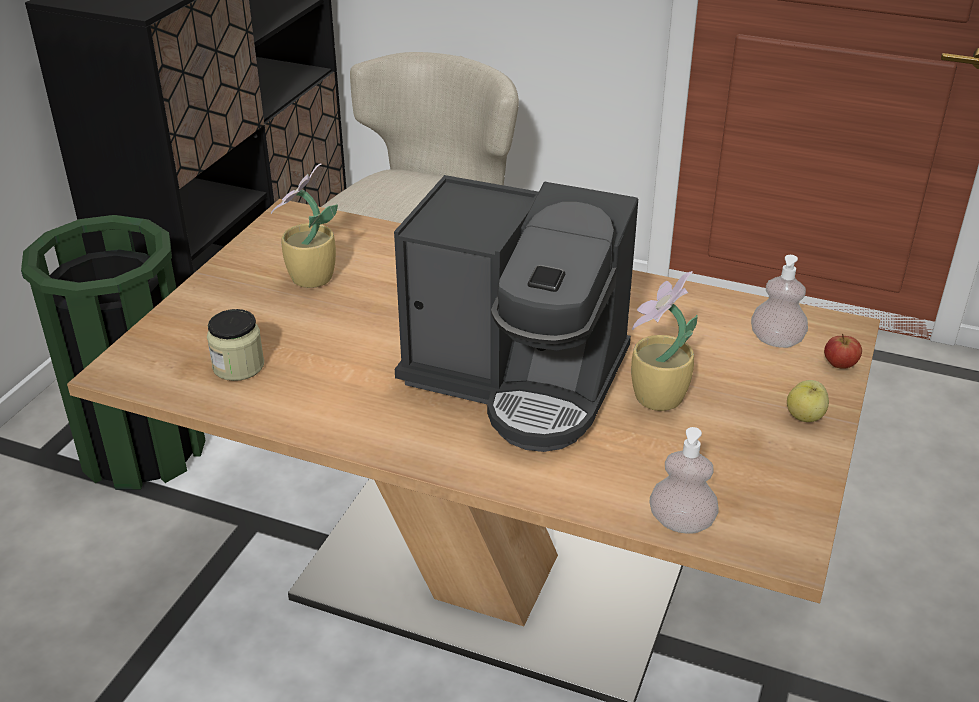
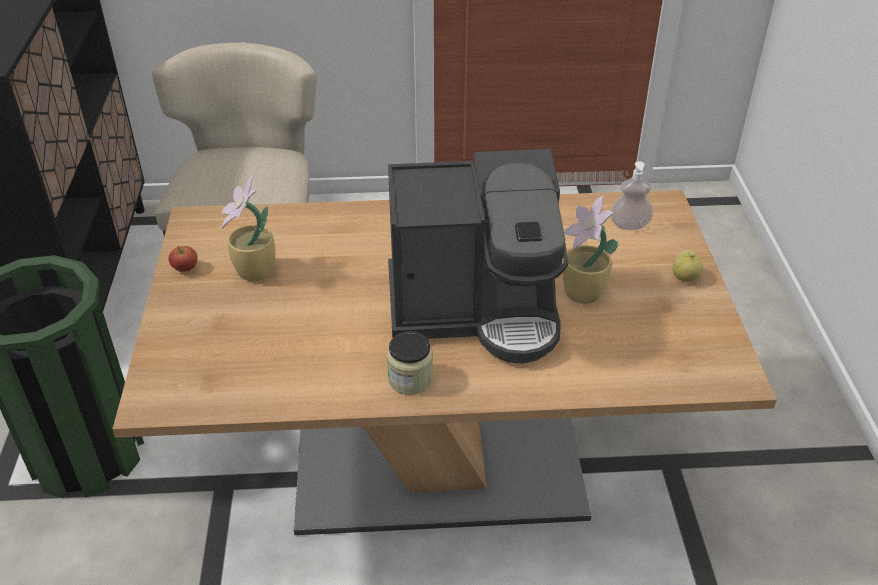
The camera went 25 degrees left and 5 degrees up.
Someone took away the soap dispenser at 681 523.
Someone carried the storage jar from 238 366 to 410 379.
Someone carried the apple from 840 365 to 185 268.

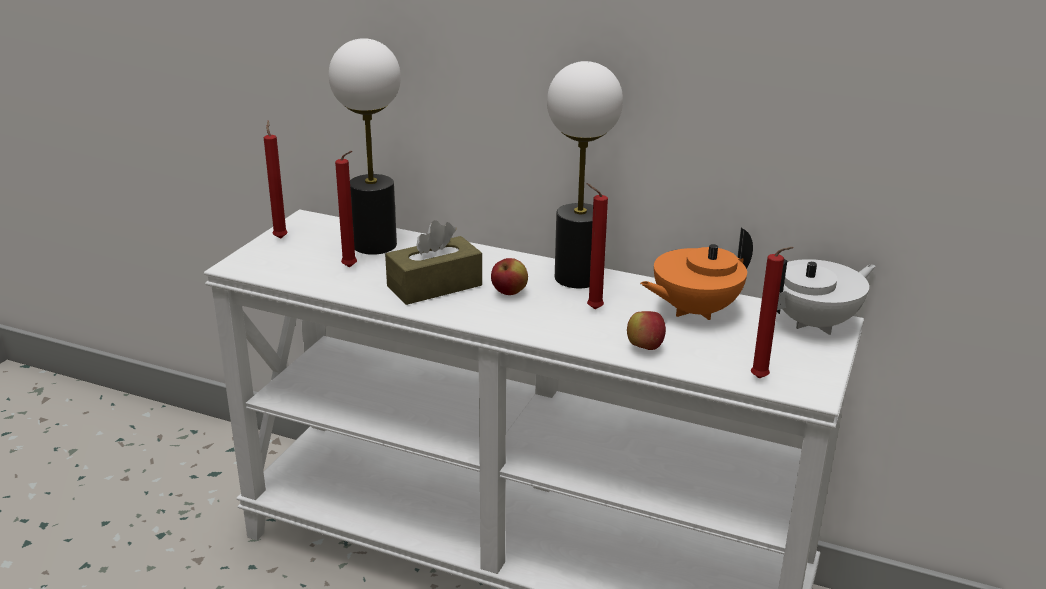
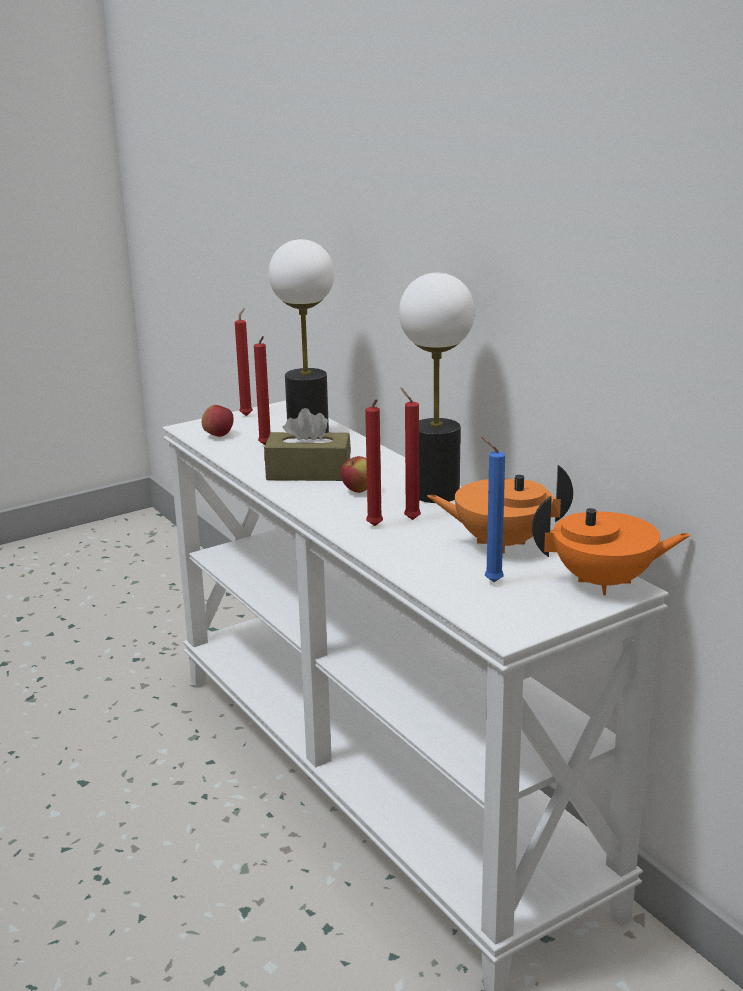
The camera went 35 degrees right and 5 degrees down.
Someone put down the blue wax light at 490 581.
Someone carried the apple from 644 347 to 218 435.
Someone carried the red wax light from 762 379 to 375 527.
Someone repainted the white-coloured teapot at 815 323, which became the orangey teapot at 605 582.

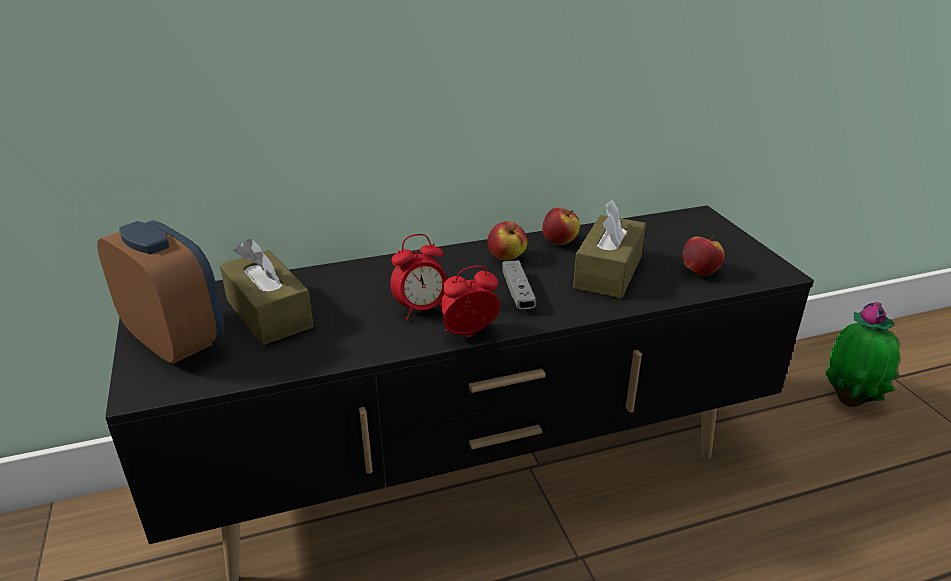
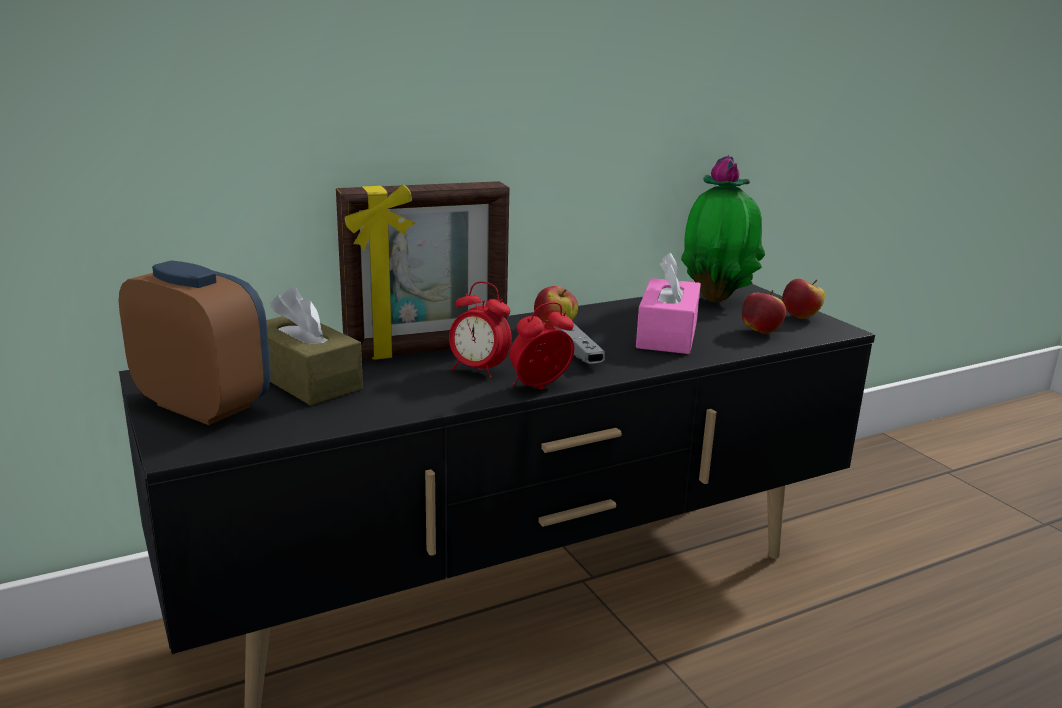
The camera went 10 degrees left and 10 degrees down.
Someone put down the standing frame at 427 350.
Someone carried the apple from 560 242 to 800 317.
Someone carried the plant in a pot from 850 400 to 717 299.
Someone repainted the brownish tissue holder at 608 272, which became the pink tissue holder at 667 334.
Someone rotated the bedside clock at 421 310 by 60 degrees clockwise.

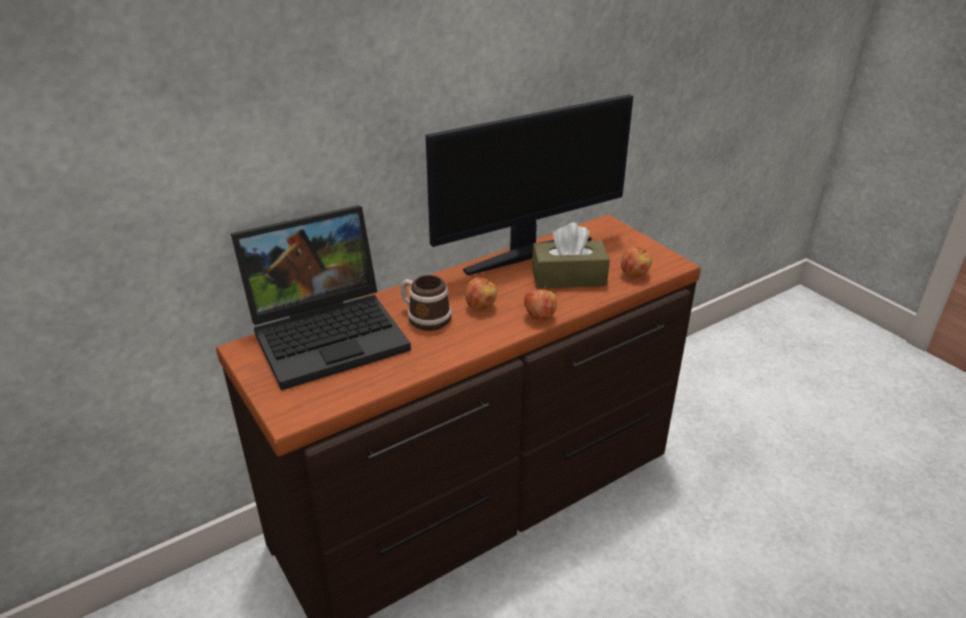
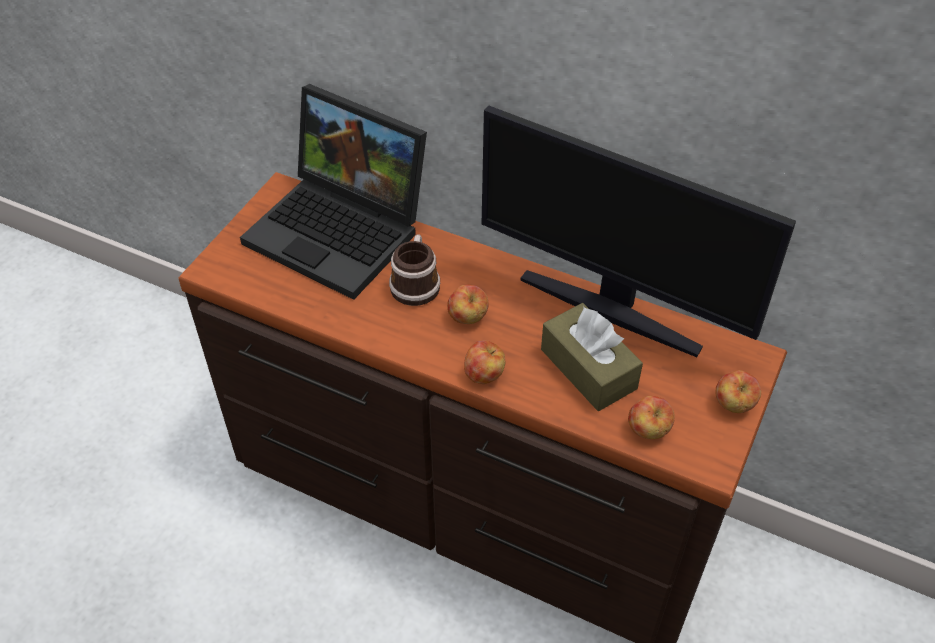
The camera went 60 degrees right and 15 degrees up.
Someone put down the apple at 733 404.

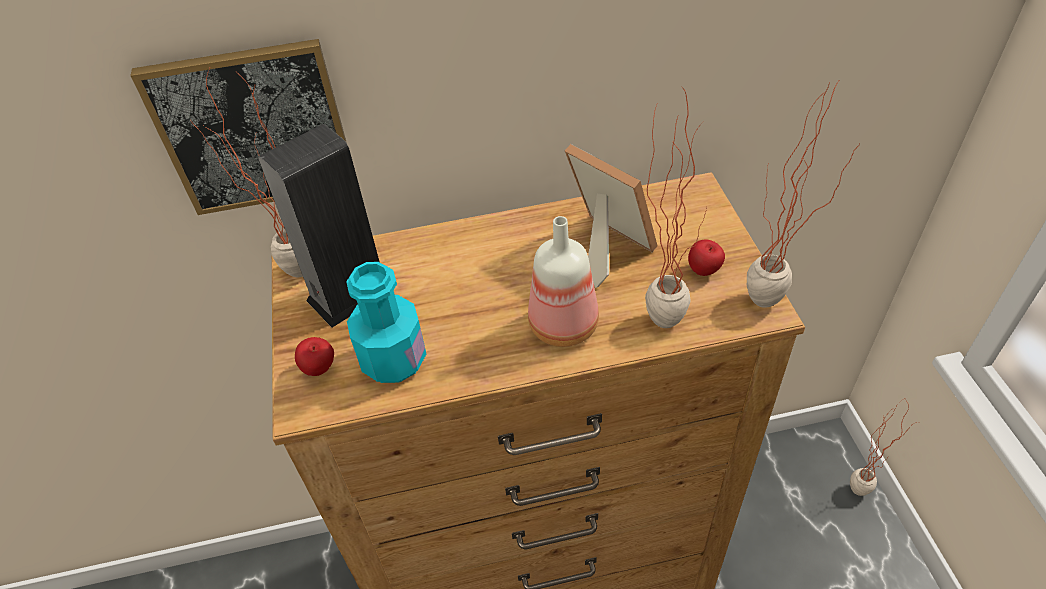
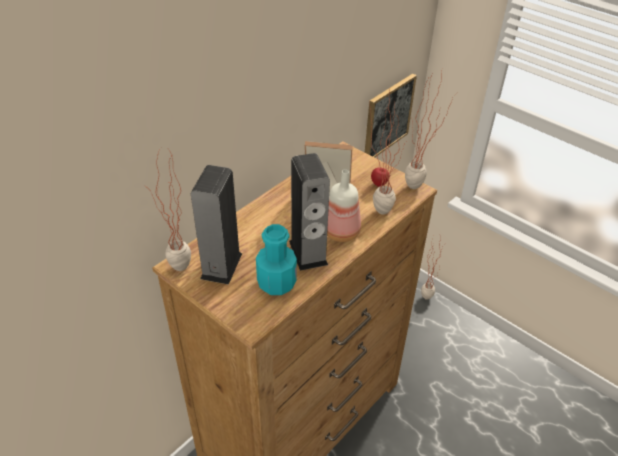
The camera went 40 degrees left and 5 degrees down.
Someone took away the apple at 320 369.
Someone put down the loudspeaker at 308 252.
Someone carried the wall picture from 254 128 to 387 117.

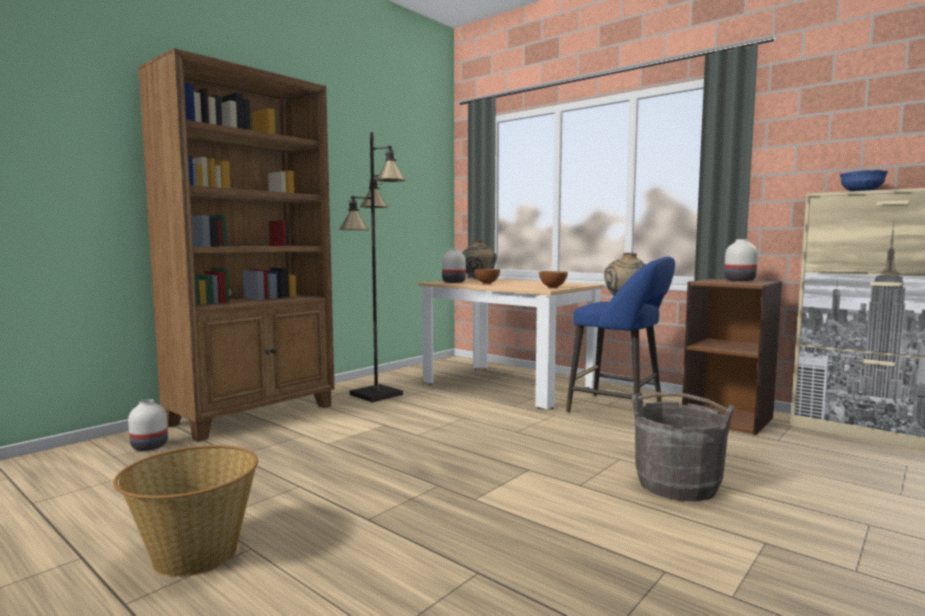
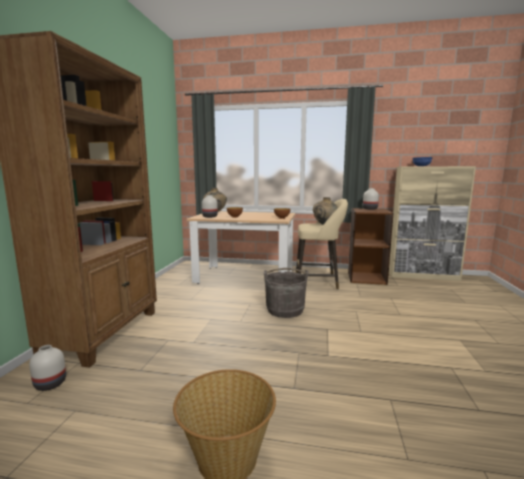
The camera went 30 degrees left and 5 degrees up.
Someone took away the blackish floor lamp at 376 395.
Someone carried the greyish pail from 677 485 to 285 310.
Someone repainted the blue sitting stool at 620 410, which became the beige sitting stool at 319 282.

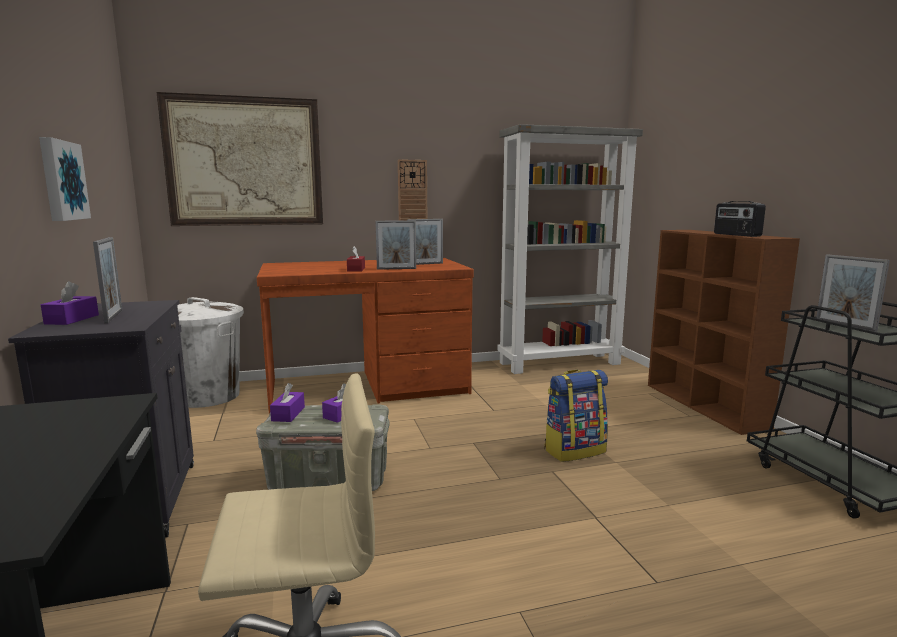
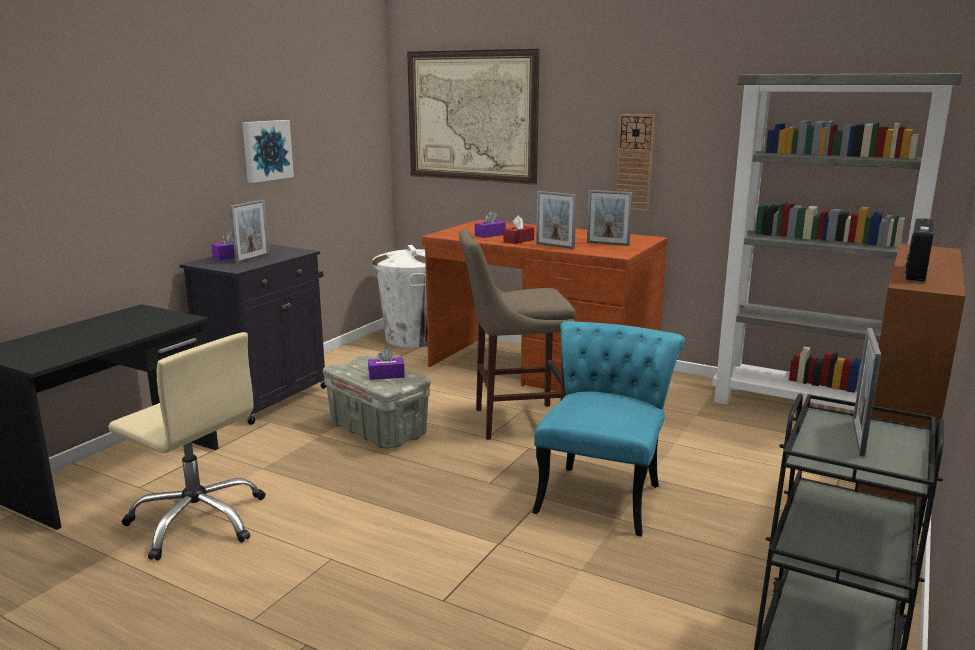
The camera went 45 degrees right and 5 degrees up.
Someone put down the beige sitting stool at 513 421.
Someone carried the purple-coloured tissue holder from 288 414 to 490 235.
Someone swapped the knapsack at 574 450 for the blue-green upright chair at 603 492.

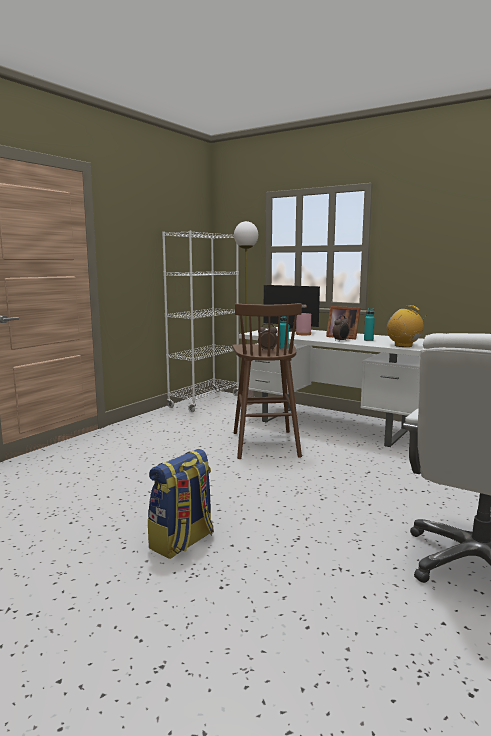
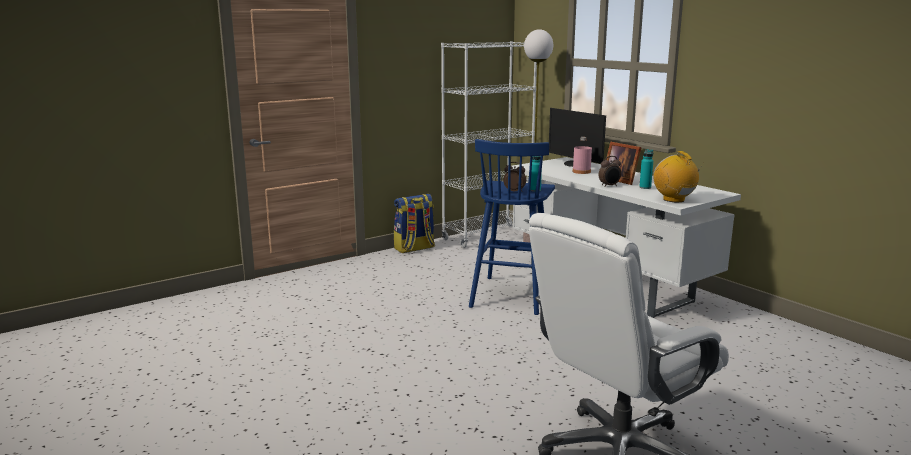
The camera went 20 degrees right and 5 degrees up.
Someone carried the knapsack from 182 542 to 414 248.
Someone repainted the brownish sitting stool at 265 444, which became the blue sitting stool at 511 294.

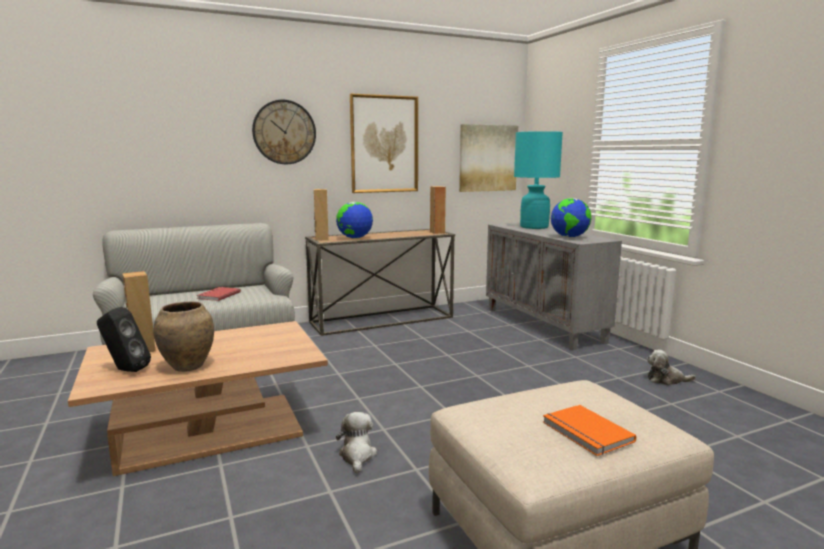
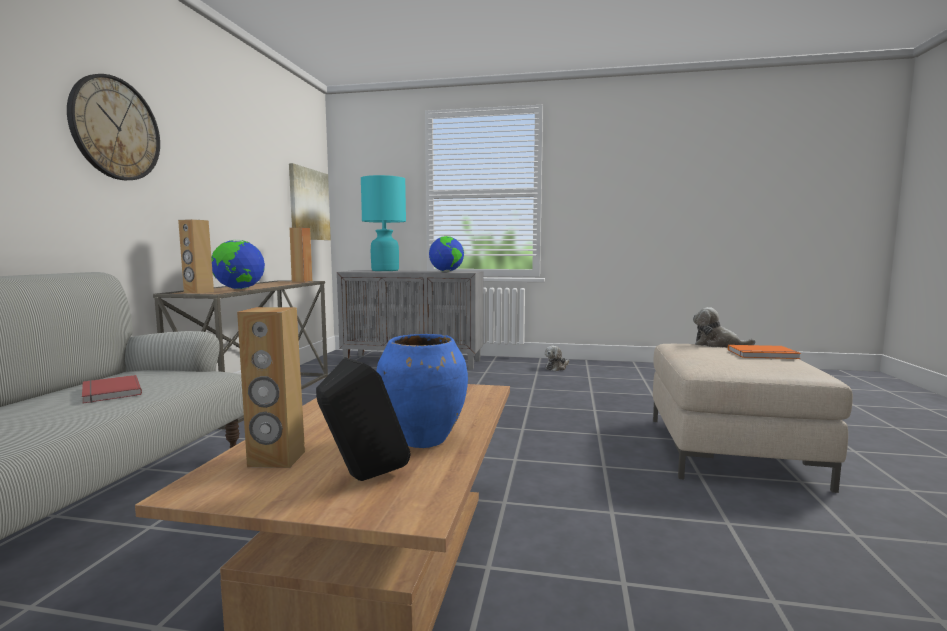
The camera went 55 degrees left and 5 degrees down.
Someone took away the wall picture at 384 144.
Someone carried the cuddly toy from 357 456 to 717 345.
Someone repainted the brownish vase at 188 367, which became the blue vase at 424 440.

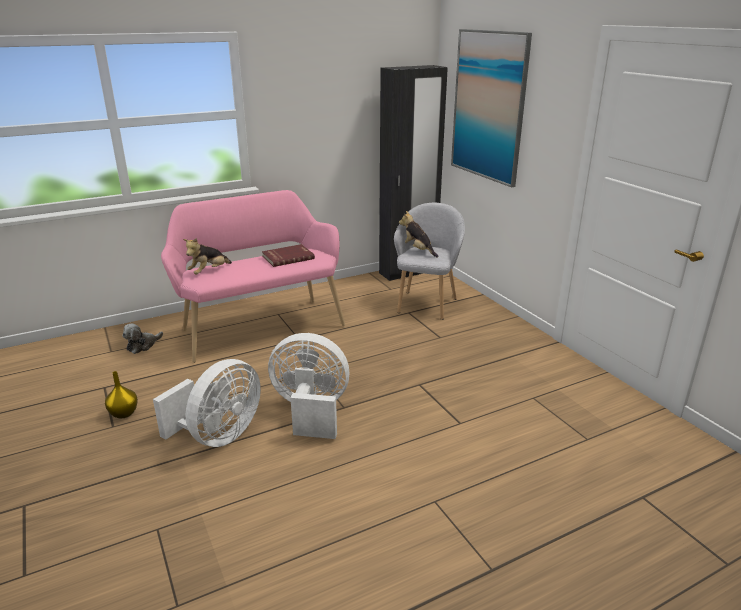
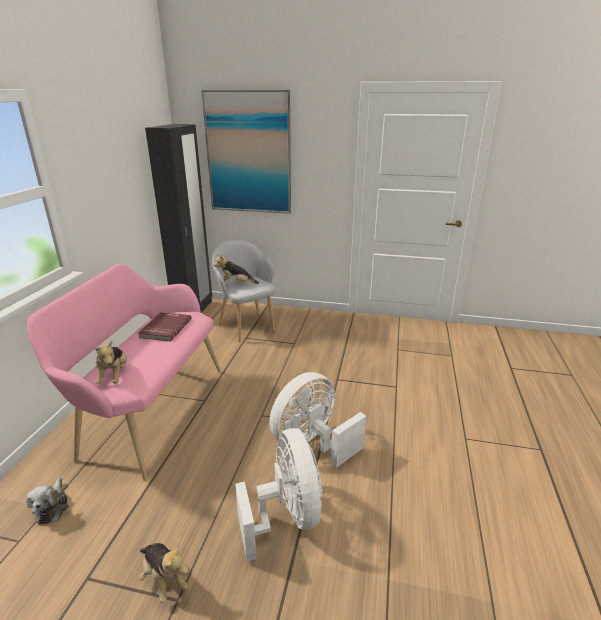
The camera went 50 degrees left and 0 degrees up.
Someone swapped the yellow-coloured vase at 124 413 for the cuddly toy at 164 578.

